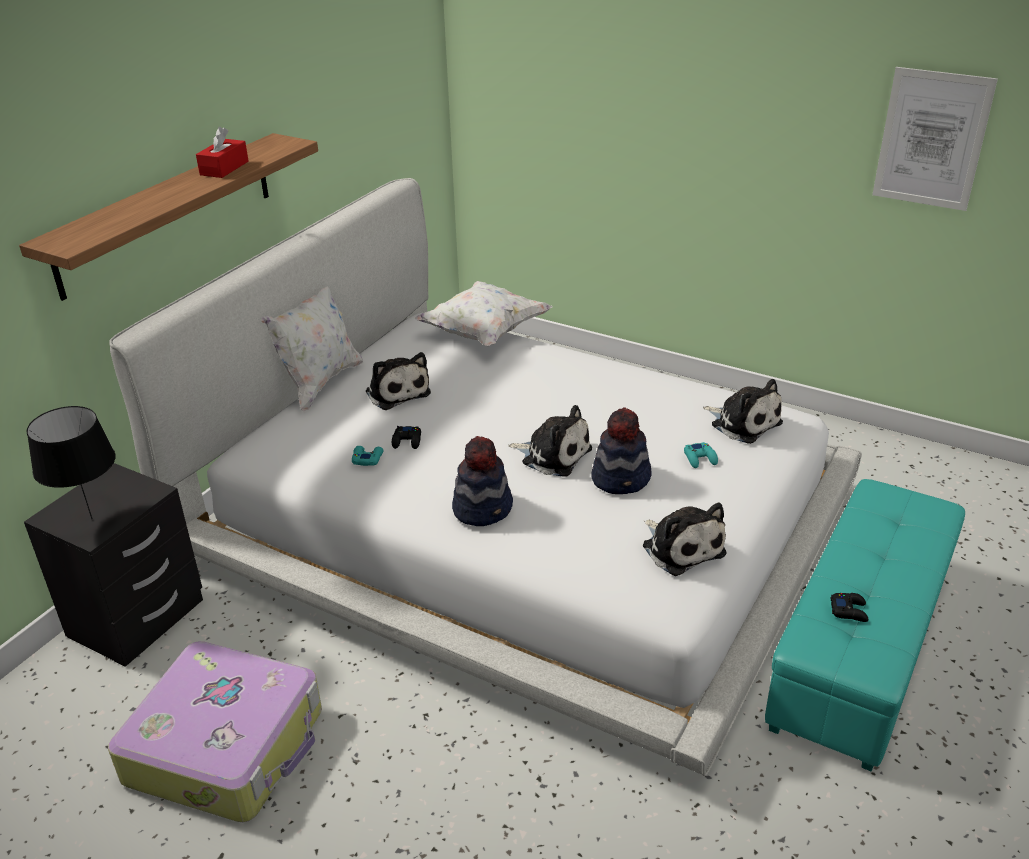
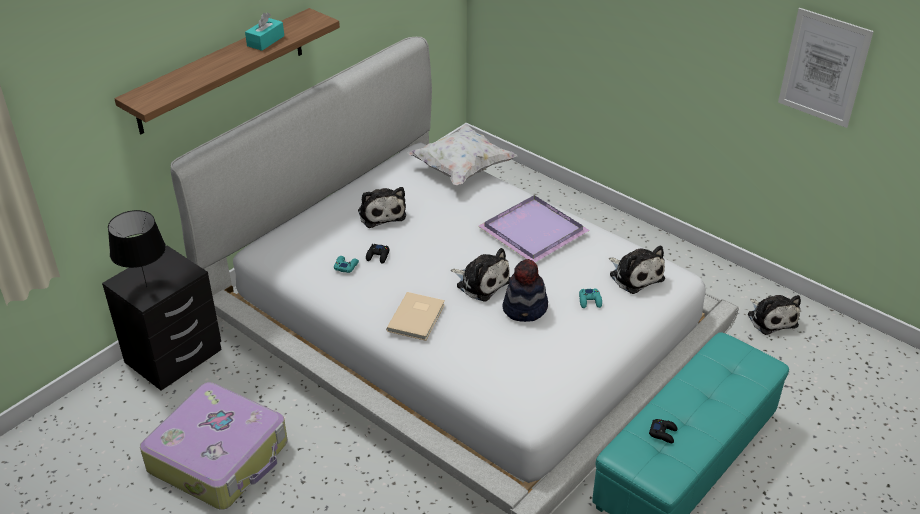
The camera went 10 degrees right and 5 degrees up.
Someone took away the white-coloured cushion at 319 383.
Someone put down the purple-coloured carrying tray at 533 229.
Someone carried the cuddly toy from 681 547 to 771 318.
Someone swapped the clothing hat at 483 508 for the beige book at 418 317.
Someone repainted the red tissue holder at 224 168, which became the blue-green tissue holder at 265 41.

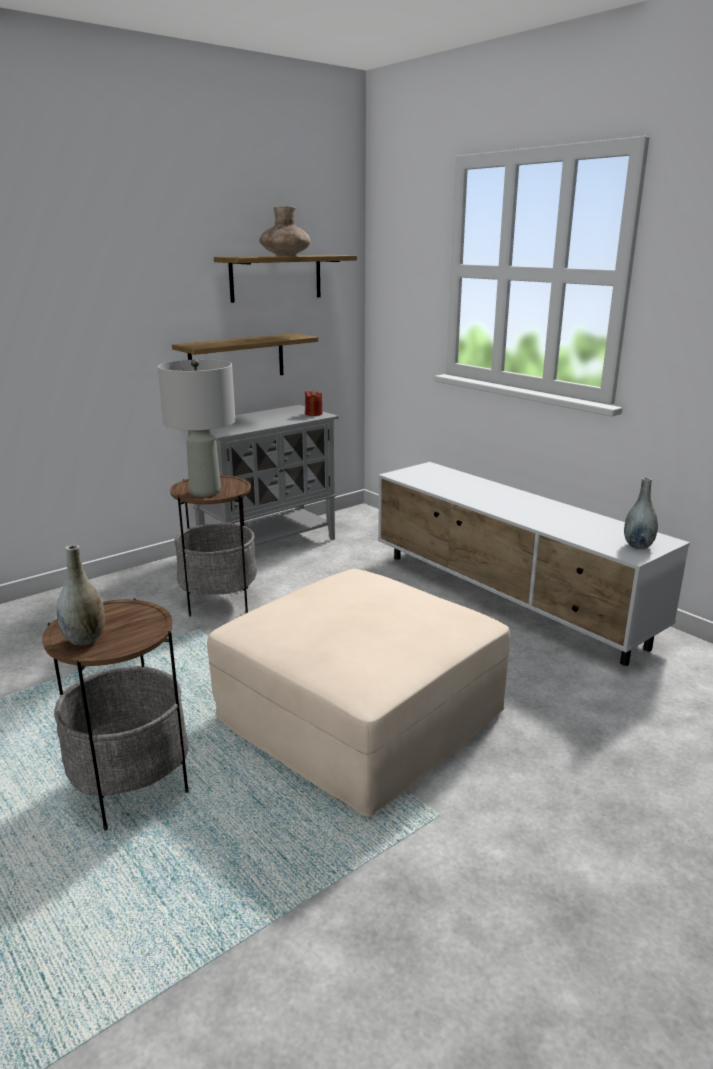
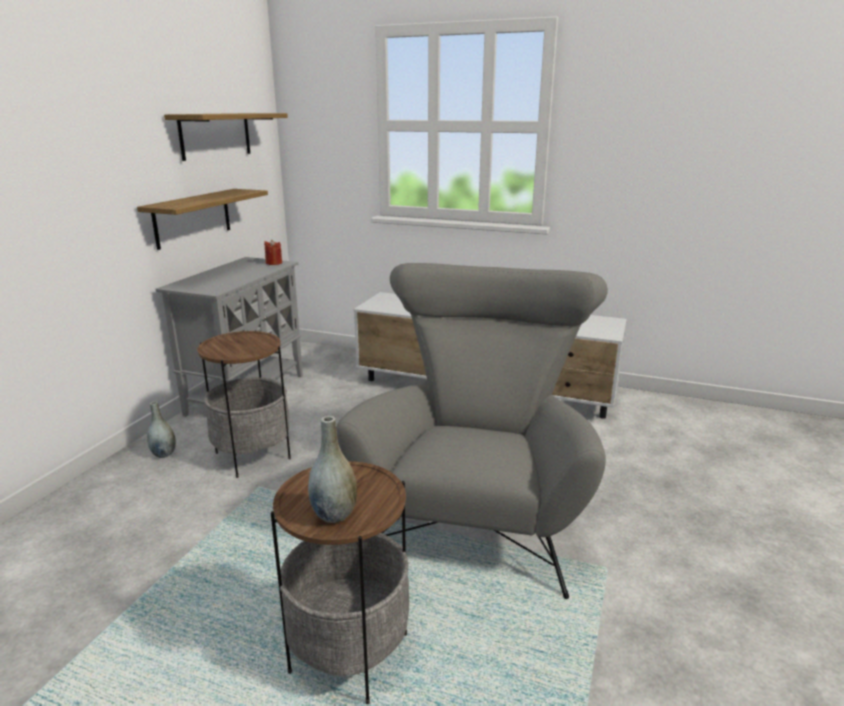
The camera went 30 degrees left and 0 degrees up.
Someone took away the greyish lamp for a table at 205 491.
Someone took away the brownish vase at 285 255.
Someone carried the greyish vase from 638 546 to 164 454.
Someone swapped the beige ottoman at 361 714 for the greyish armchair at 475 512.

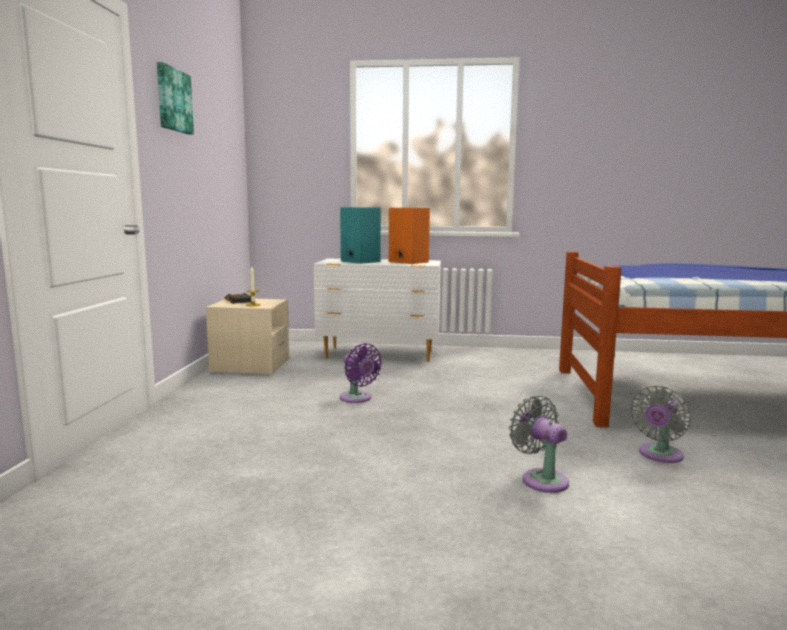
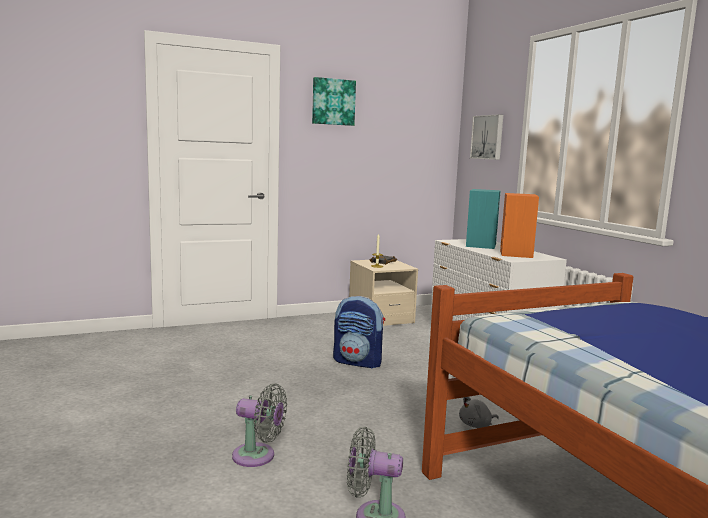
The camera went 60 degrees right and 0 degrees up.
Someone put down the greyish cuddly toy at 476 425.
Someone put up the wall picture at 488 137.
Someone swapped the purple-coloured electric fan at 357 398 for the knapsack at 358 362.
Someone rotated the greyish electric fan at 541 479 by 75 degrees clockwise.

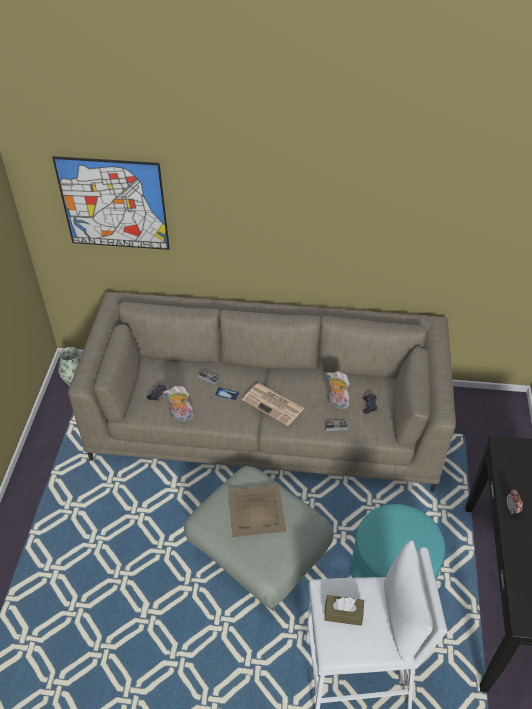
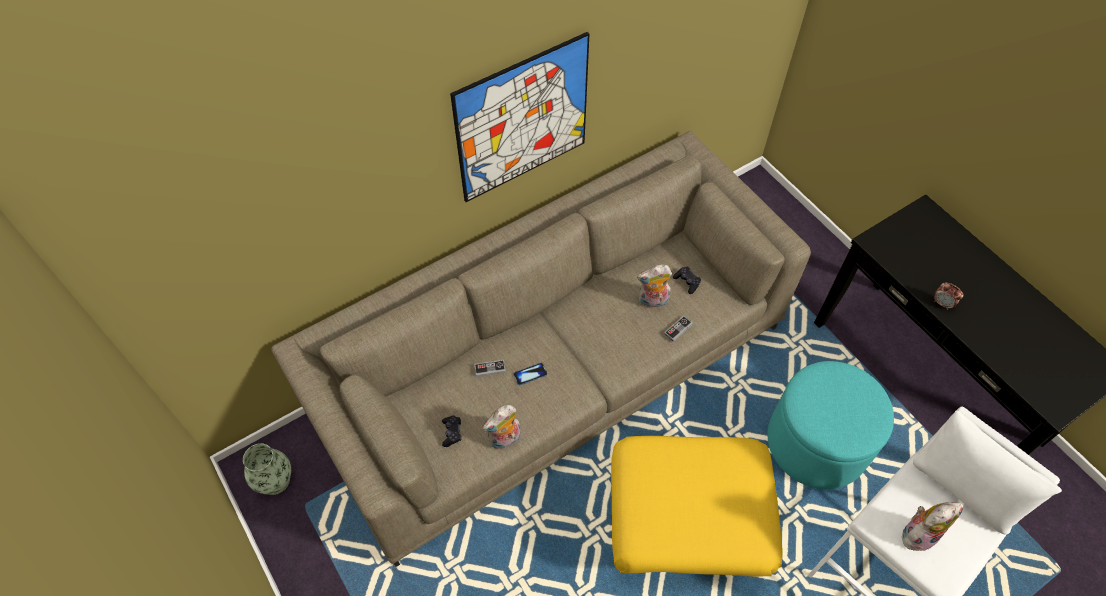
The camera went 40 degrees left and 10 degrees up.
Someone took away the beige carrying tray at 257 511.
Someone took away the newspaper at 274 404.
Someone carried the wall picture from 113 204 to 523 119.
Someone swapped the brownish tissue holder at 343 613 for the cuddly toy at 918 533.
Someone repainted the greyish ottoman at 257 557, which became the yellow-coloured ottoman at 684 528.

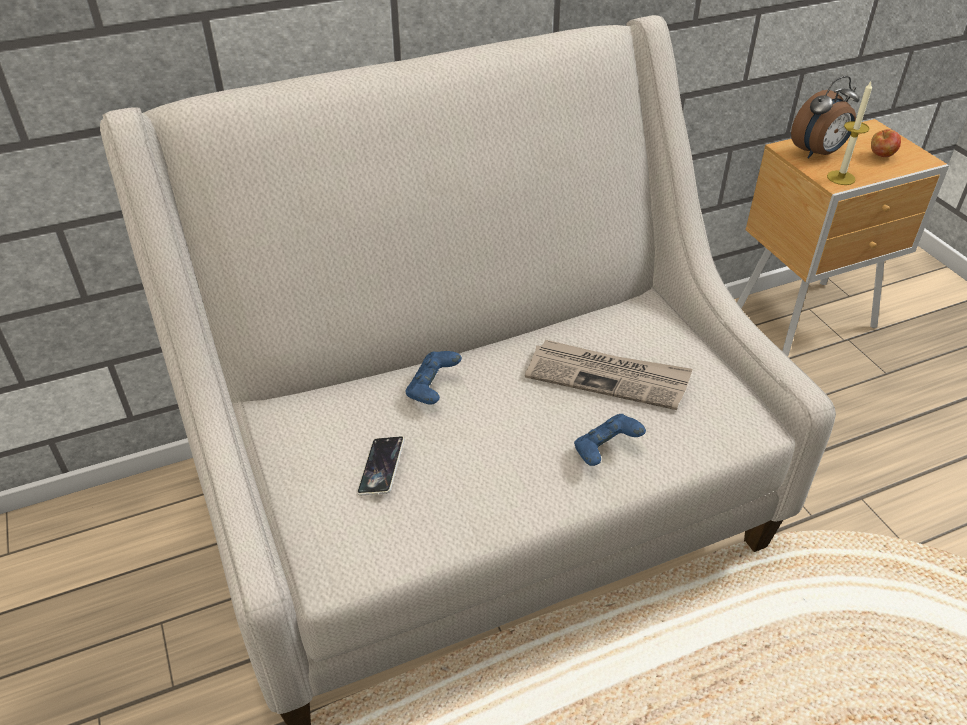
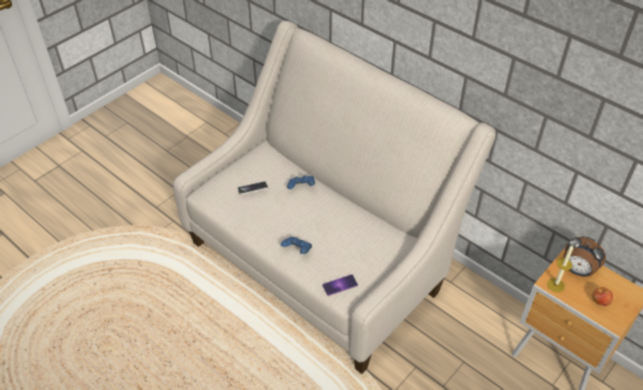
The camera went 65 degrees right and 5 degrees up.
Someone took away the newspaper at 608 377.
Someone put down the handset at 340 285.

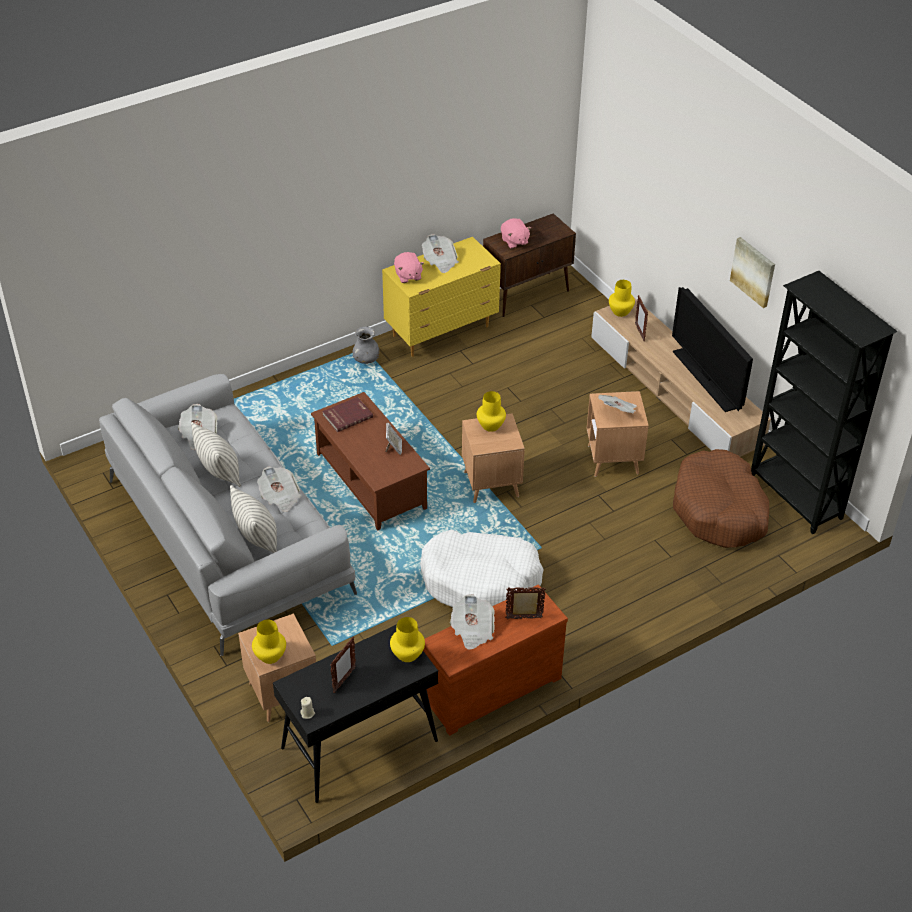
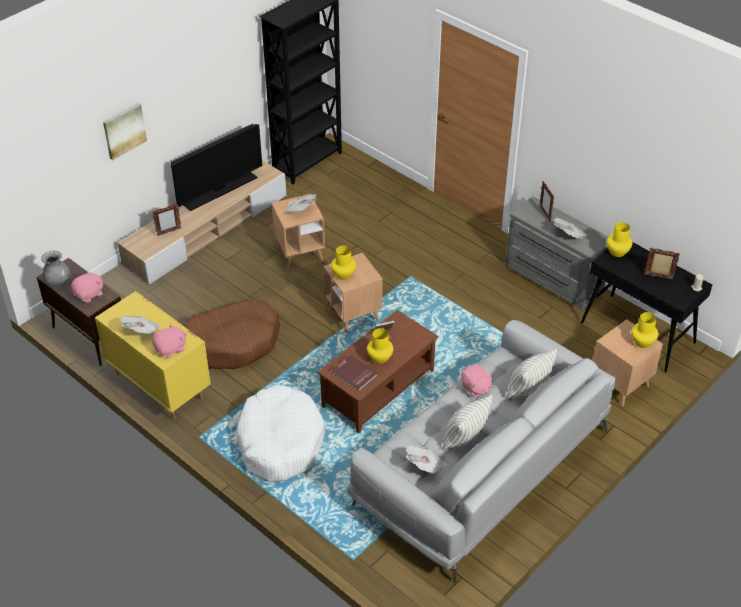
The camera went 105 degrees left and 0 degrees up.
Someone carried the greyish vase from 366 359 to 58 281.
Someone carried the white-coloured dog bed from 480 580 to 280 441.
Someone carried the yellow-coloured vase from 620 312 to 380 358.
Someone carried the brownish dog bed from 719 510 to 233 342.
Someone carried the wall picture from 753 271 to 124 130.
Someone swapped the newspaper at 280 497 for the pink cuddly toy at 475 388.
Someone repainted the brownish chest of drawers at 490 686, which became the greyish chest of drawers at 552 279.

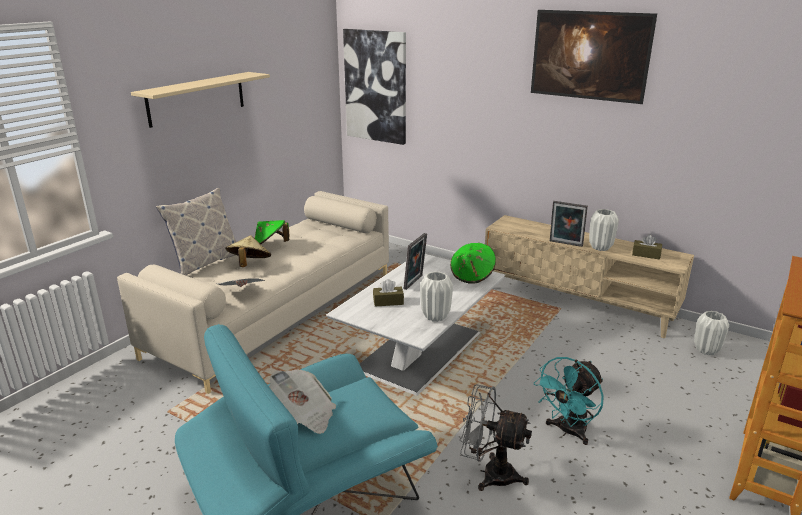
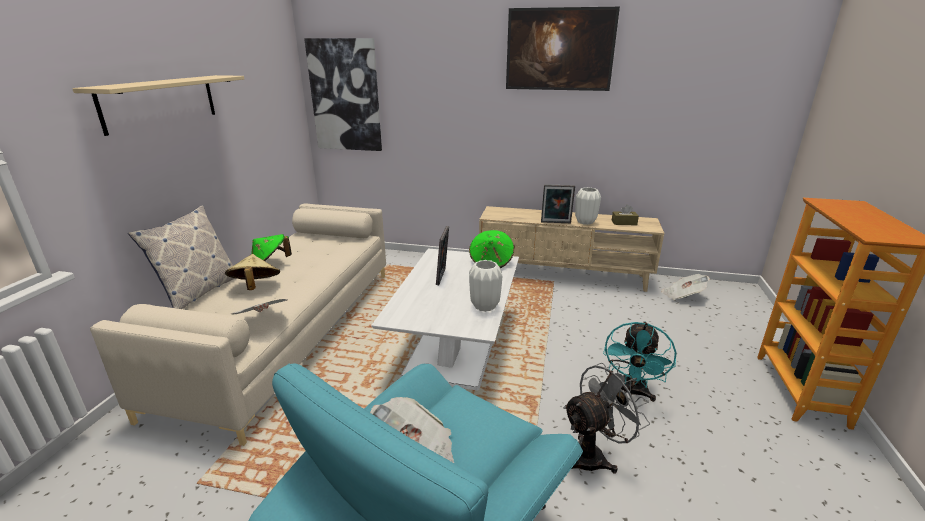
The camera went 20 degrees left and 0 degrees up.
Someone took away the brownish tissue holder at 388 302.
Someone swapped the white-coloured vase at 706 350 for the newspaper at 682 296.
Someone rotated the greyish electric fan at 490 473 by 150 degrees clockwise.

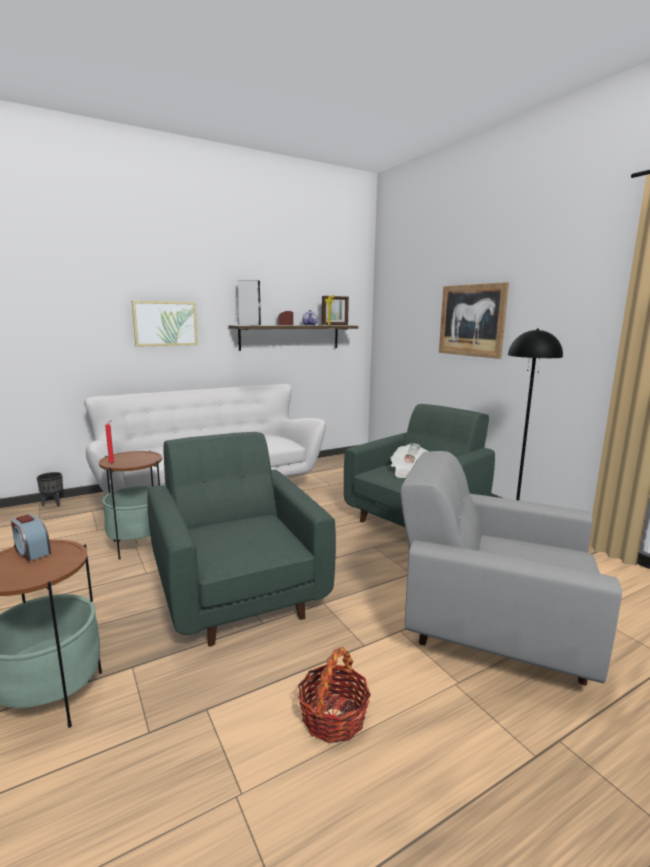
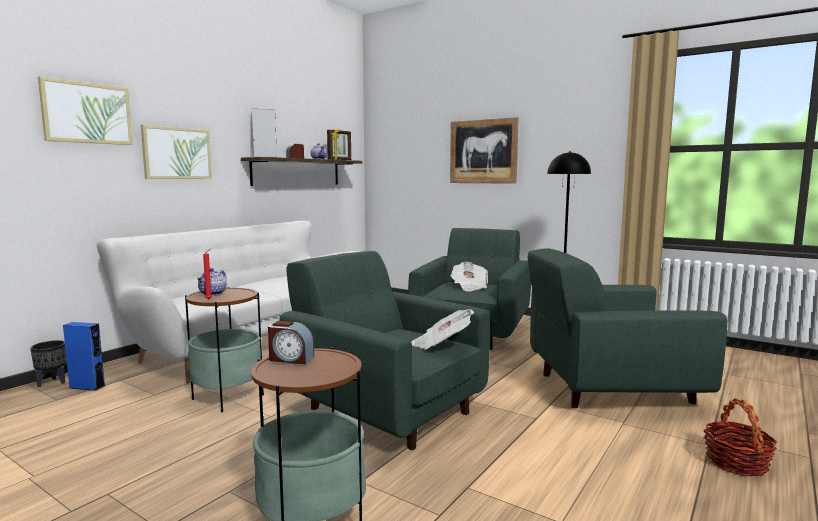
The camera went 25 degrees left and 5 degrees down.
Someone put up the wall picture at 87 113.
Someone put down the blue loudspeaker at 87 387.
Someone put down the teapot at 213 293.
Someone put down the newspaper at 441 345.
Someone carried the basket from 333 717 to 736 462.
Someone repainted the greyish armchair at 492 628, which became the green-coloured armchair at 608 388.

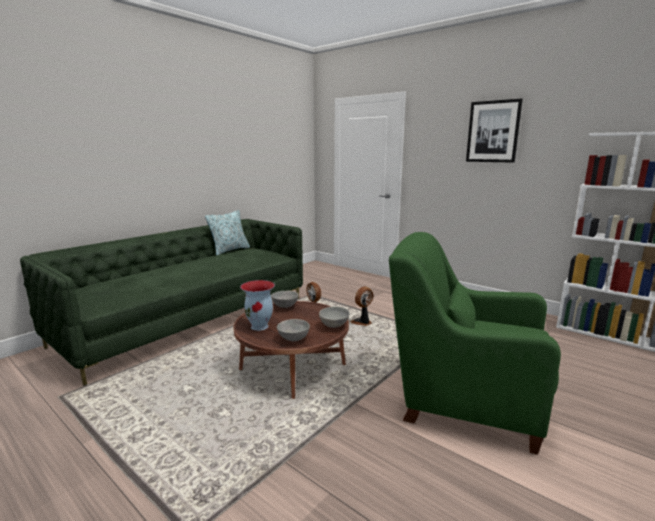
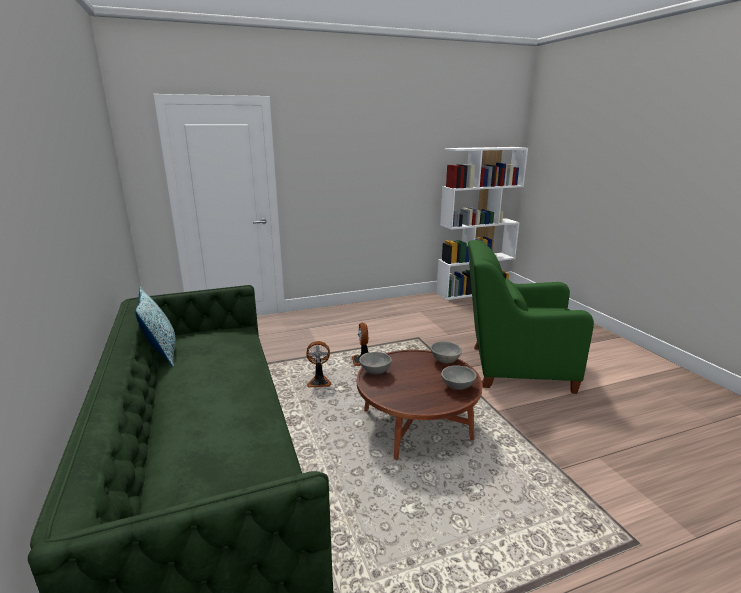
The camera went 60 degrees left and 5 degrees up.
Someone took away the vase at 260 326.
Someone took away the wall picture at 493 131.
Someone rotated the green-coloured armchair at 462 400 by 45 degrees clockwise.

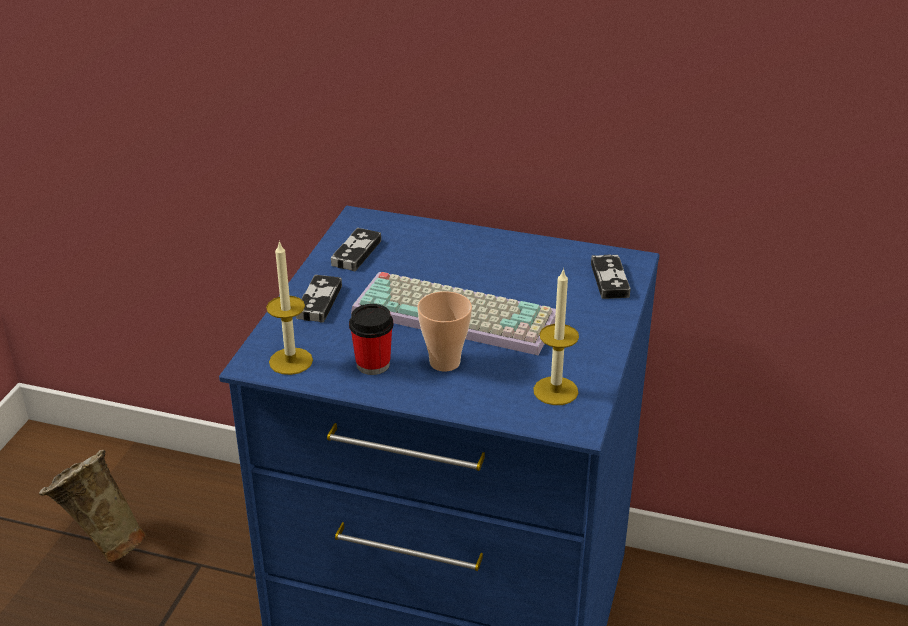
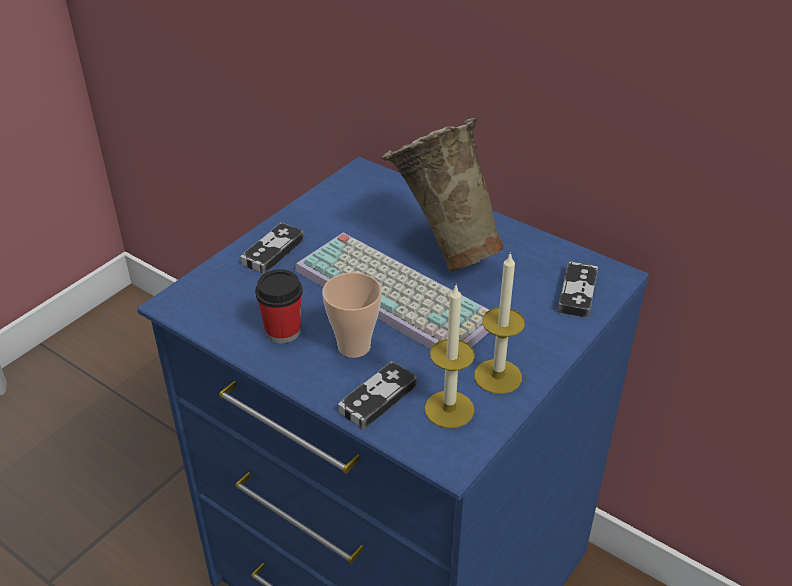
The camera went 20 degrees right and 5 degrees up.
Someone carried the beige vase from 103 544 to 443 250.
Someone carried the wax light from 291 361 to 498 376.
Someone carried the game controller from 356 253 to 378 398.

